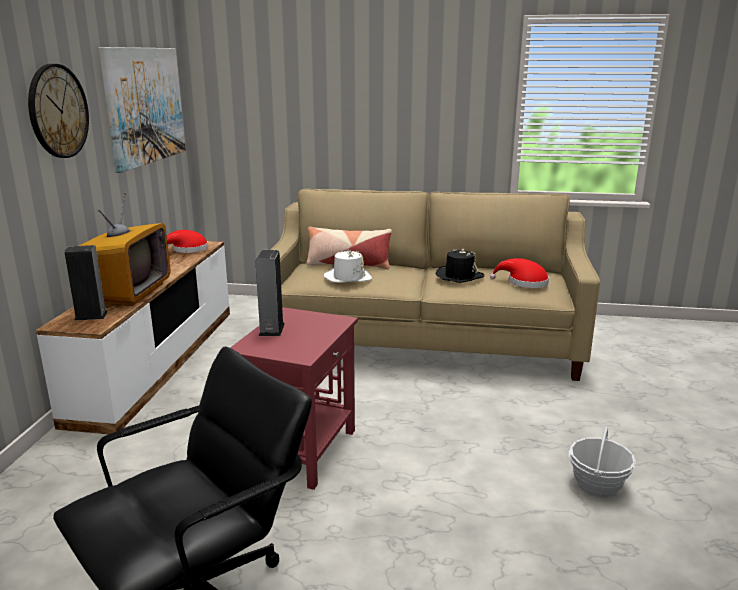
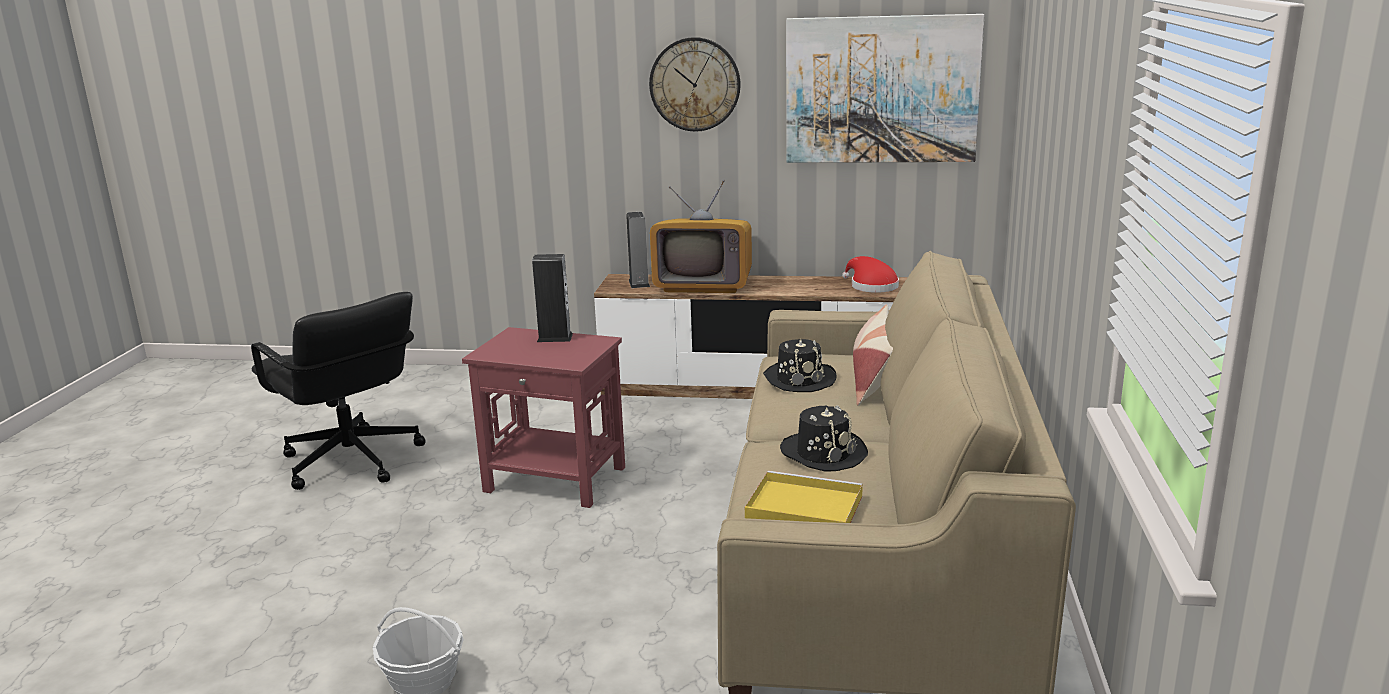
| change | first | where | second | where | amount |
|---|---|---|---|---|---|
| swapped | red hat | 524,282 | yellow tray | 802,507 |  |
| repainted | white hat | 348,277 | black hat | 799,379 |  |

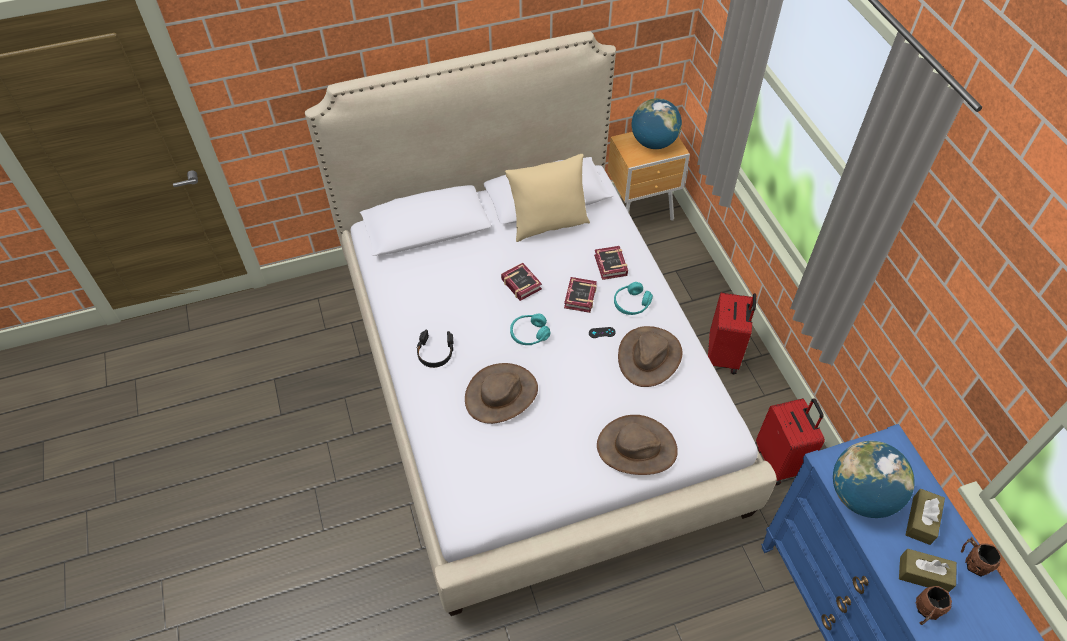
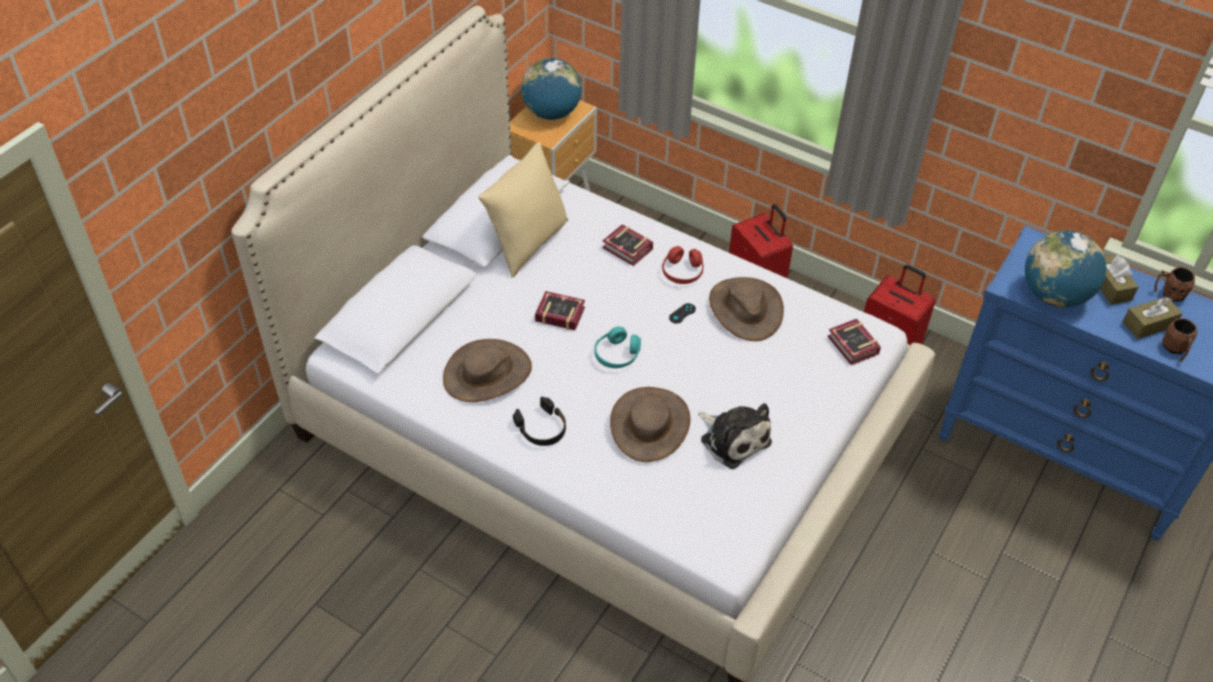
| change | first | where | second | where | amount |
|---|---|---|---|---|---|
| shifted | brown hat | 636,448 |  | 487,374 |  |
| repainted | turquoise headphones | 631,303 | red headphones | 682,272 |  |
| new |  |  | plush toy | 733,438 |  |
| shifted | book | 579,298 |  | 853,347 |  |

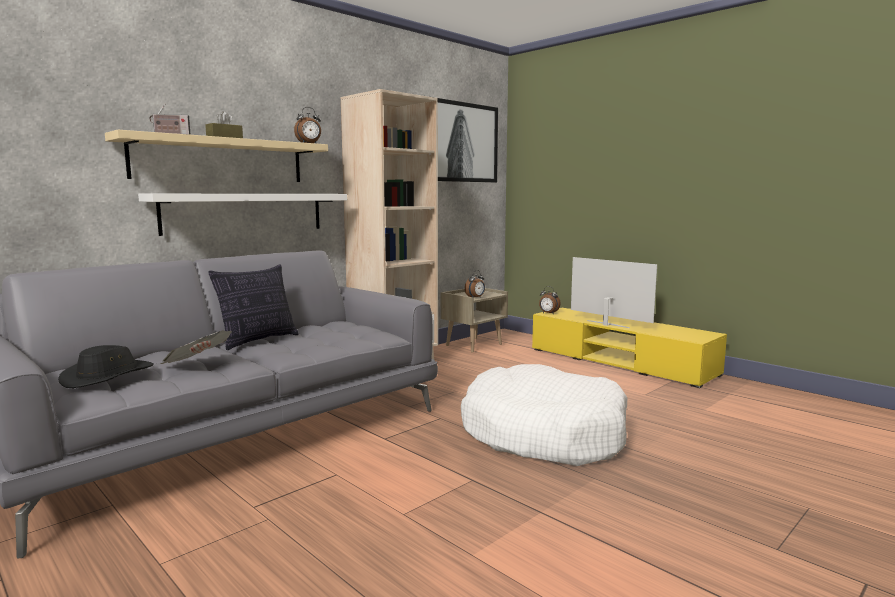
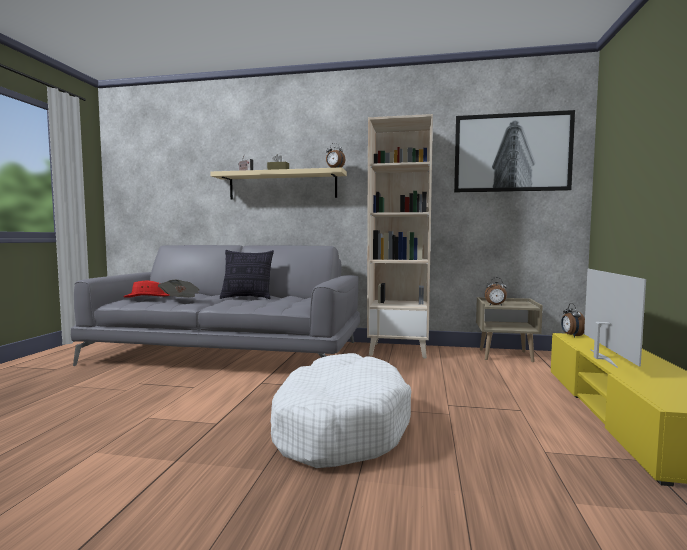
| change | first | where | second | where | amount |
|---|---|---|---|---|---|
| repainted | black hat | 108,376 | red hat | 148,296 |  |
| gone | white shelf | 245,212 |  |  |  |

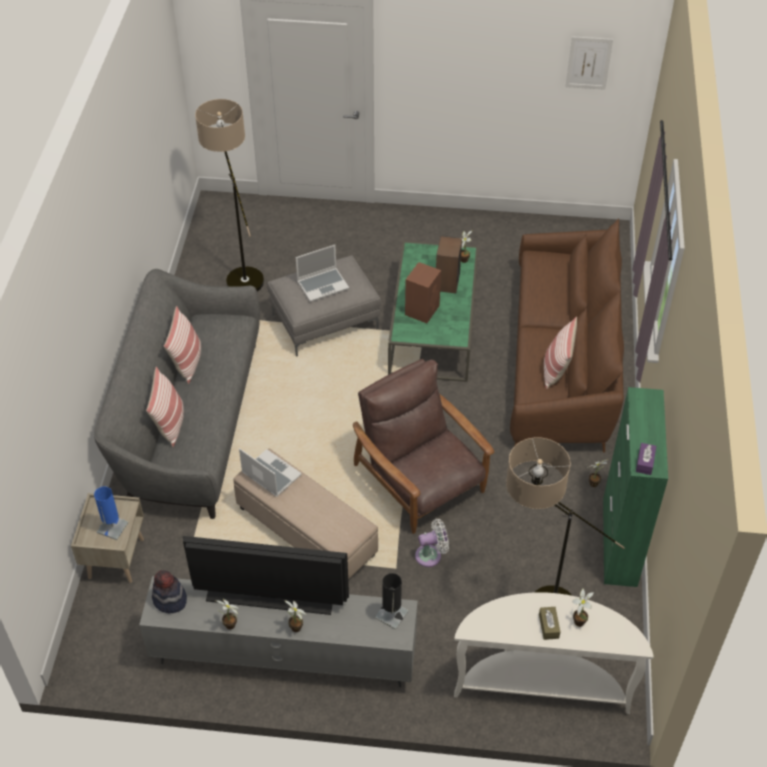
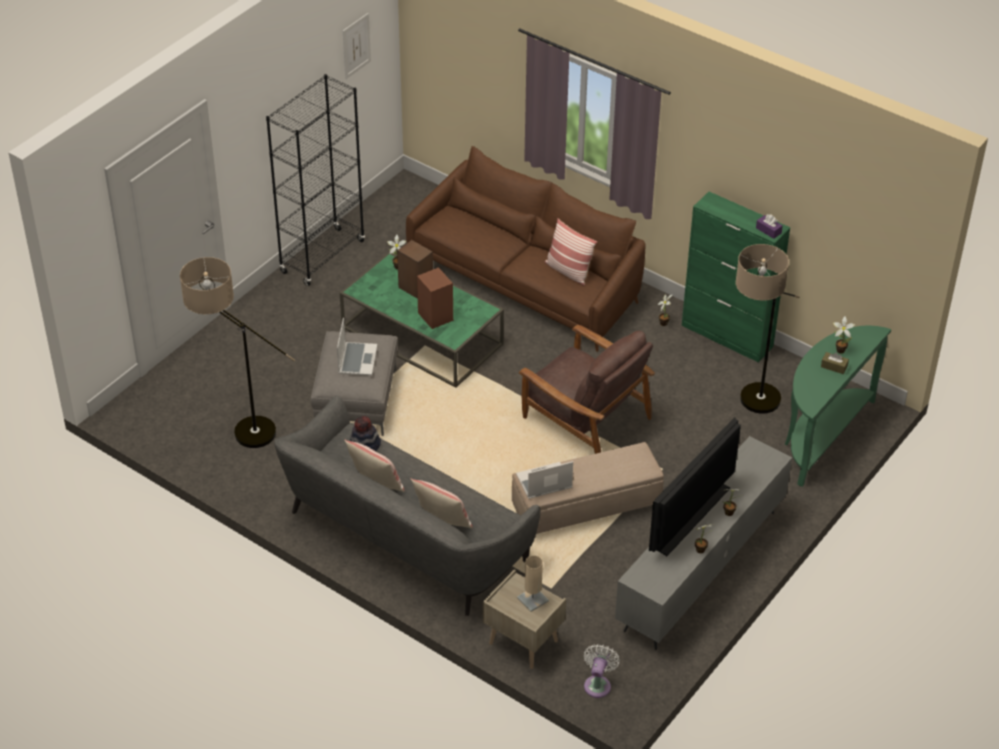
| change | first | where | second | where | amount |
|---|---|---|---|---|---|
| new |  |  | black bookcase | 322,257 |  |
| shifted | hat | 170,600 |  | 365,446 |  |
| repainted | blue table lamp | 112,527 | beige table lamp | 532,599 |  |
| rotated | brown armchair | 420,480 |  | 585,417 | 135 degrees counterclockwise |
| shifted | white fan | 431,555 |  | 598,684 |  |
| repainted | white console table | 542,683 | green console table | 821,435 |  |
| gone | black table lamp | 391,614 |  |  |  |

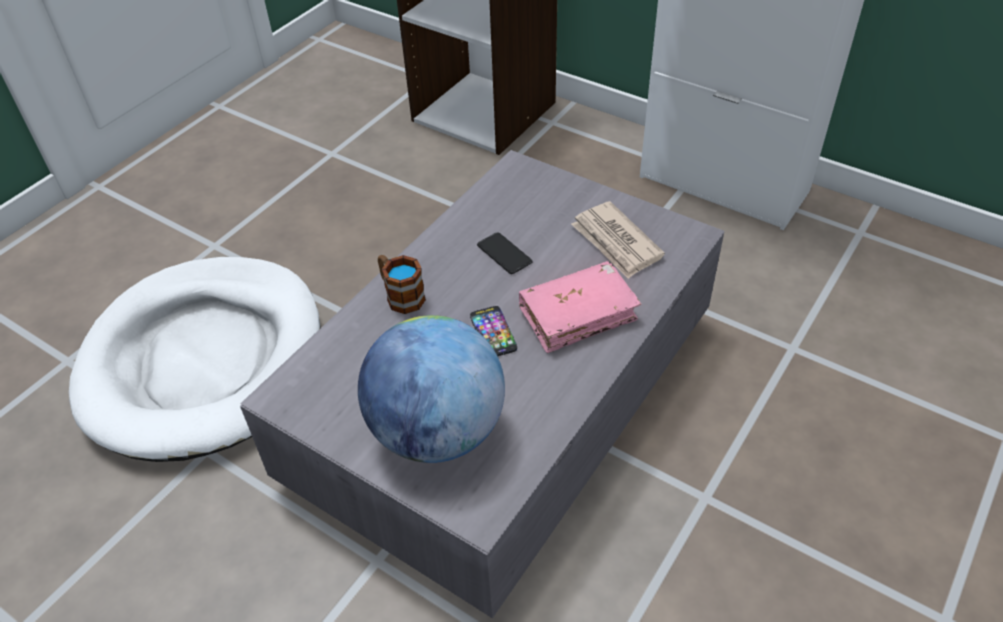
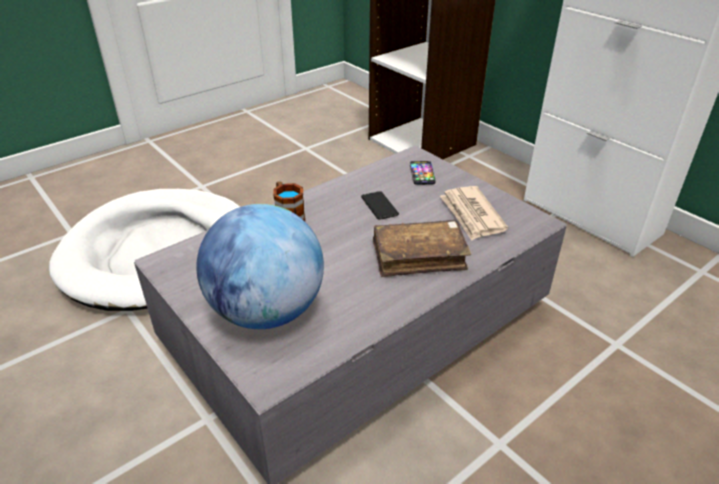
| change | first | where | second | where | amount |
|---|---|---|---|---|---|
| repainted | pink book | 577,315 | brown book | 419,256 |  |
| shifted | phone | 493,332 |  | 422,173 |  |

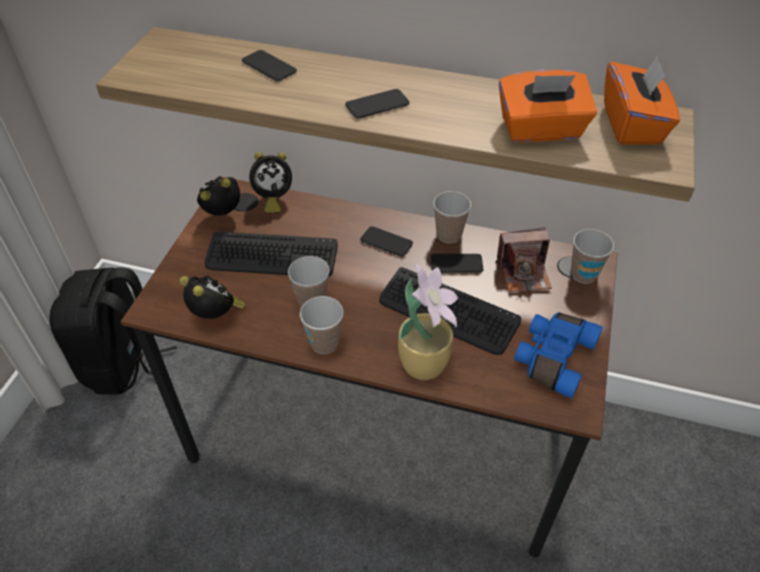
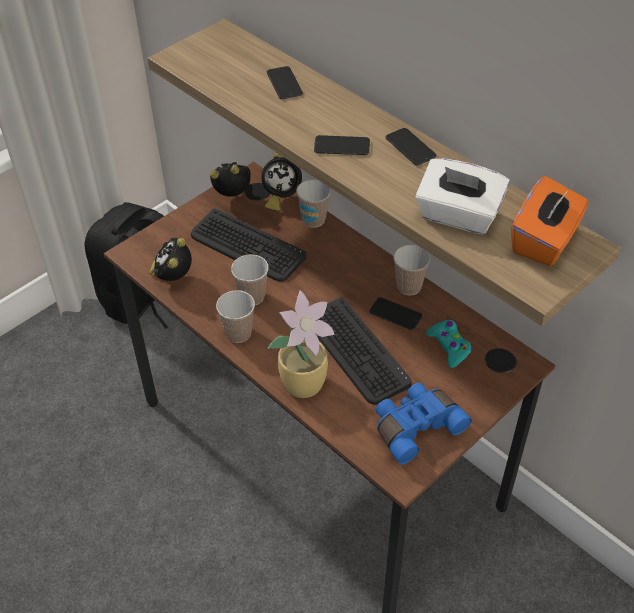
| change | first | where | second | where | amount |
|---|---|---|---|---|---|
| rotated | alarm clock | 216,316 |  | 173,277 | 150 degrees counterclockwise |
| shifted | cup | 583,274 |  | 313,220 |  |
| shifted | phone | 386,242 |  | 410,147 |  |
| repainted | orange tissue box | 541,130 | white tissue box | 458,216 |  |
| swapped | photo camera | 523,273 | turquoise game controller | 449,346 |  |

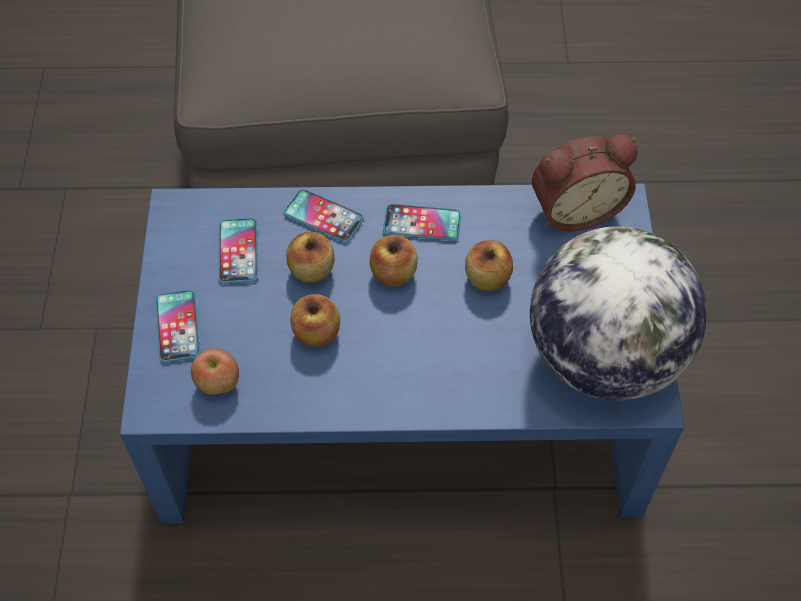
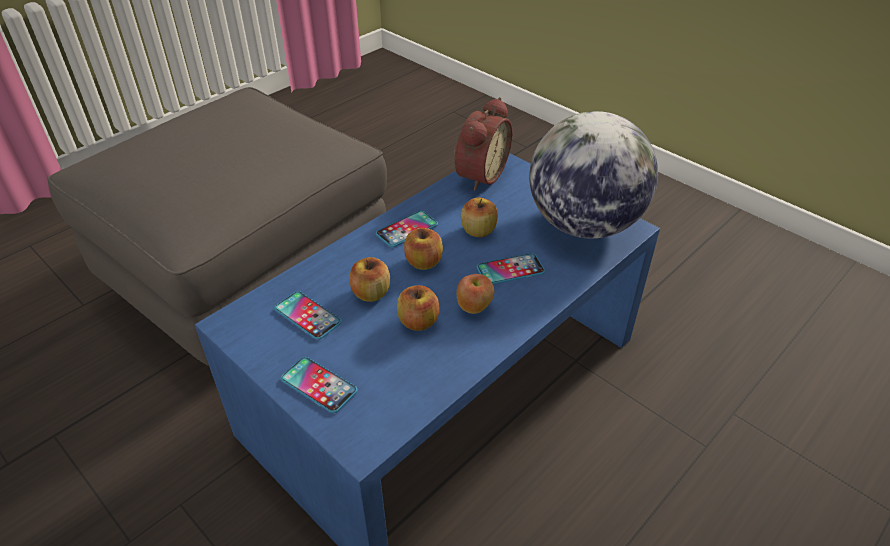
| change | first | where | second | where | amount |
|---|---|---|---|---|---|
| shifted | apple | 218,384 |  | 474,307 |  |
| shifted | phone | 323,216 |  | 510,270 |  |

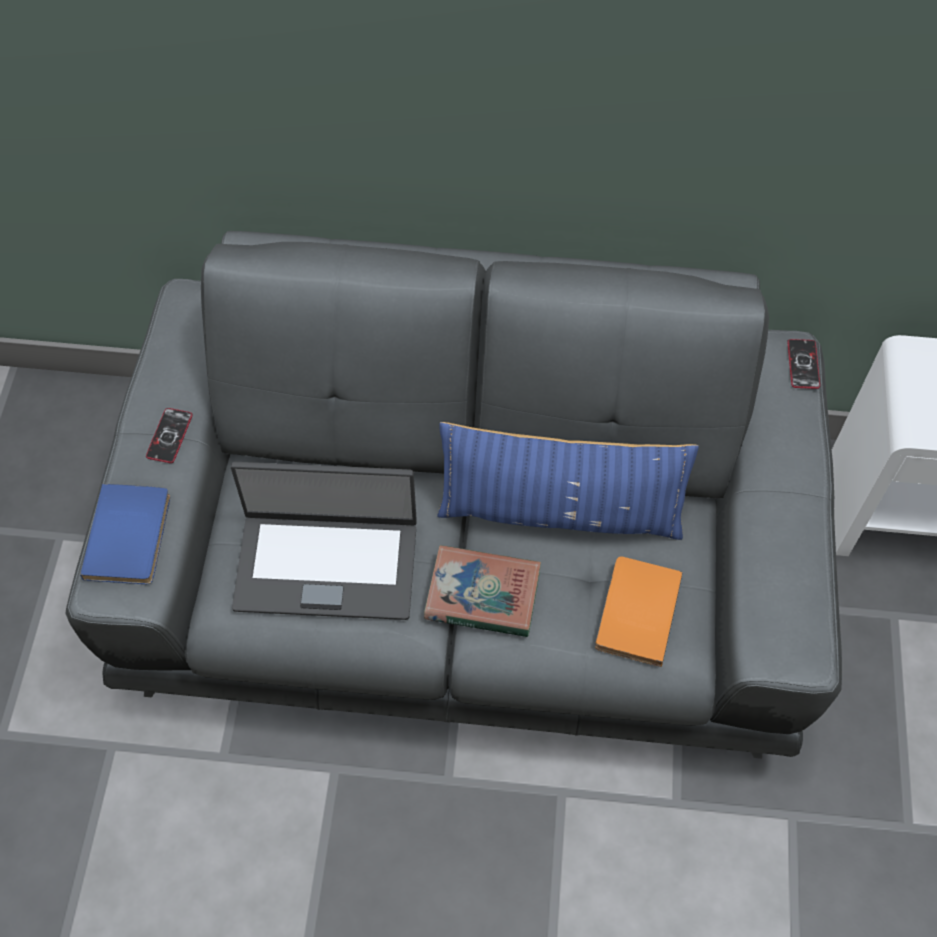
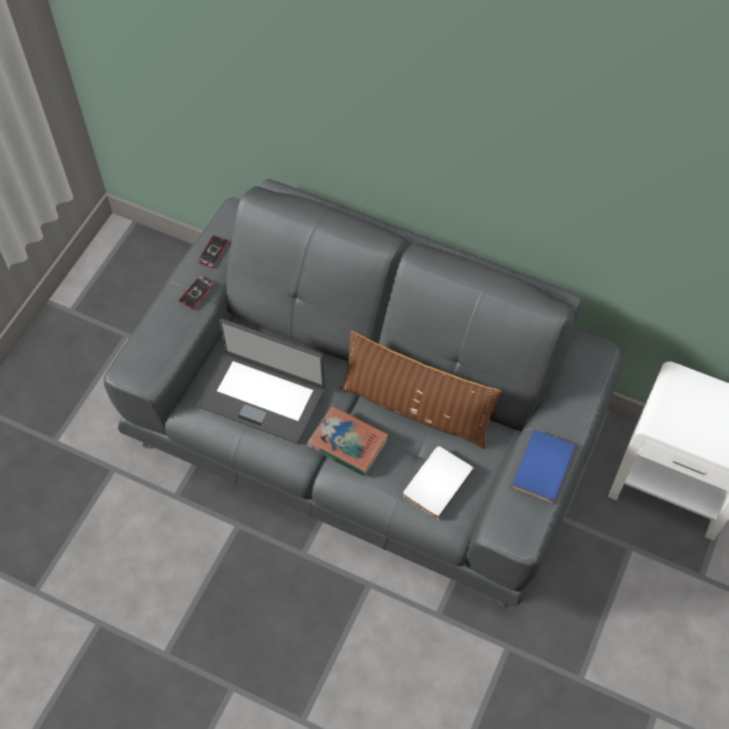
| change | first | where | second | where | amount |
|---|---|---|---|---|---|
| shifted | phone | 803,364 |  | 212,252 |  |
| repainted | blue pillow | 560,511 | brown pillow | 415,408 |  |
| repainted | orange book | 634,611 | white book | 435,482 |  |
| shifted | blue book | 131,536 |  | 544,468 |  |

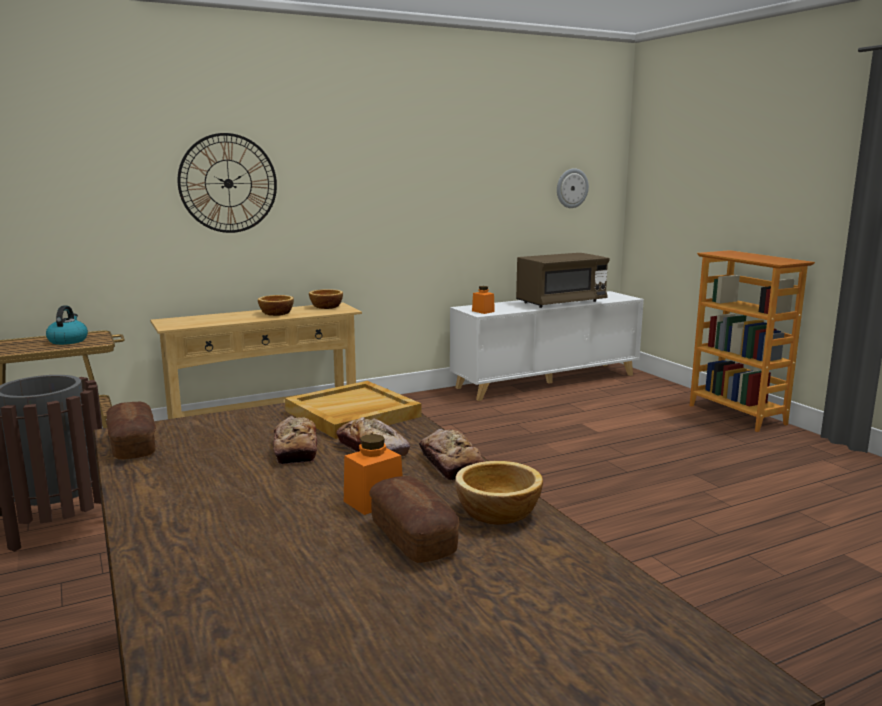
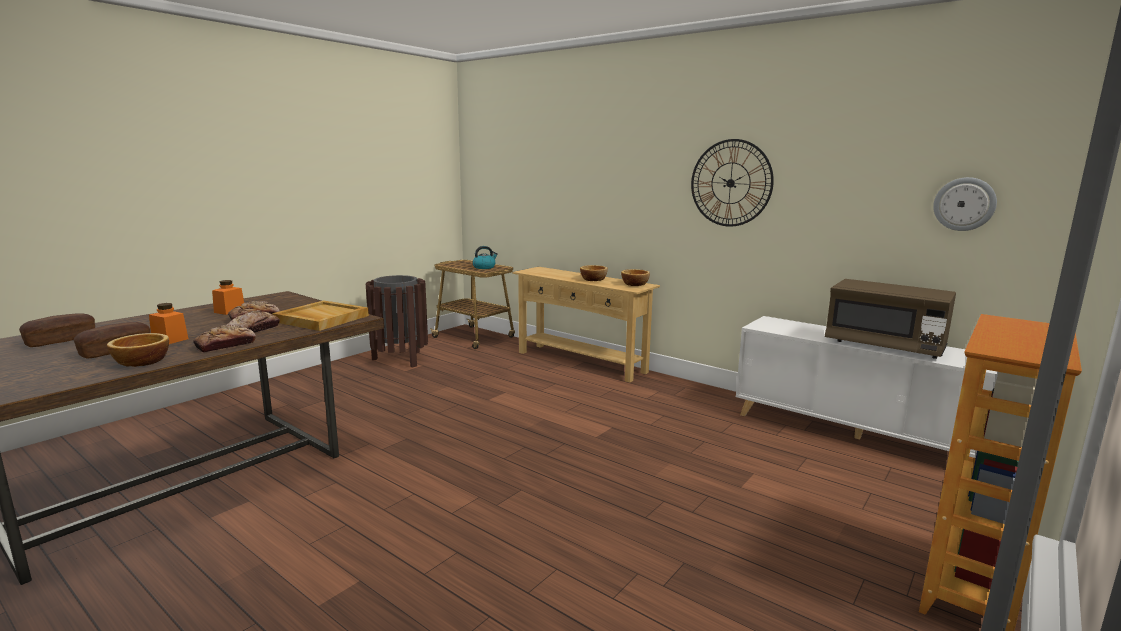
| change | first | where | second | where | amount |
|---|---|---|---|---|---|
| shifted | bread | 133,445 |  | 61,341 |  |
| shifted | orange jar | 483,311 |  | 229,311 |  |
| shifted | wall clock | 228,183 |  | 730,183 |  |

